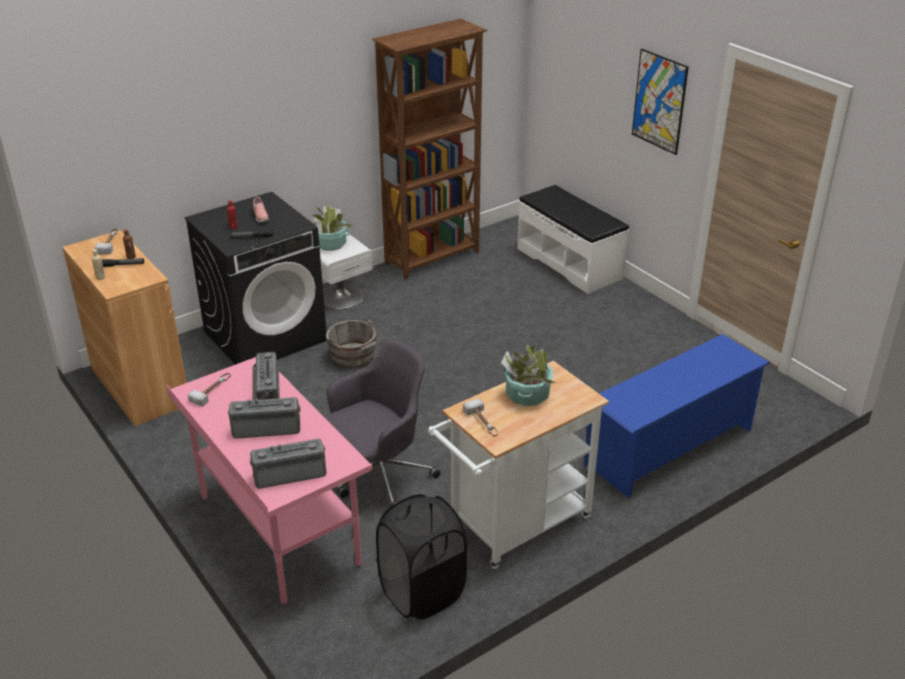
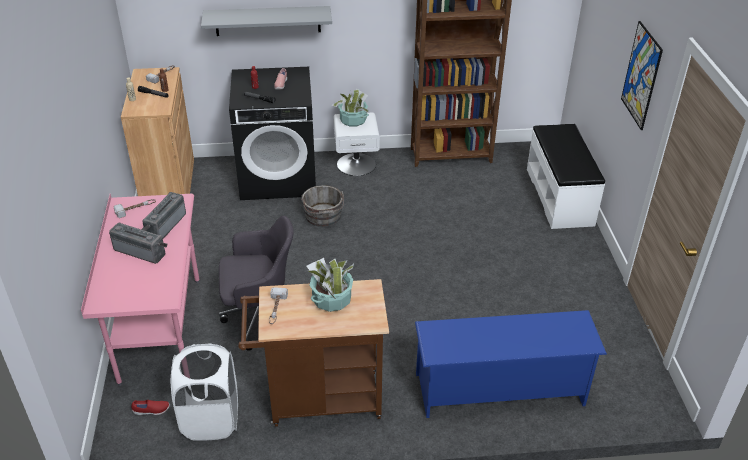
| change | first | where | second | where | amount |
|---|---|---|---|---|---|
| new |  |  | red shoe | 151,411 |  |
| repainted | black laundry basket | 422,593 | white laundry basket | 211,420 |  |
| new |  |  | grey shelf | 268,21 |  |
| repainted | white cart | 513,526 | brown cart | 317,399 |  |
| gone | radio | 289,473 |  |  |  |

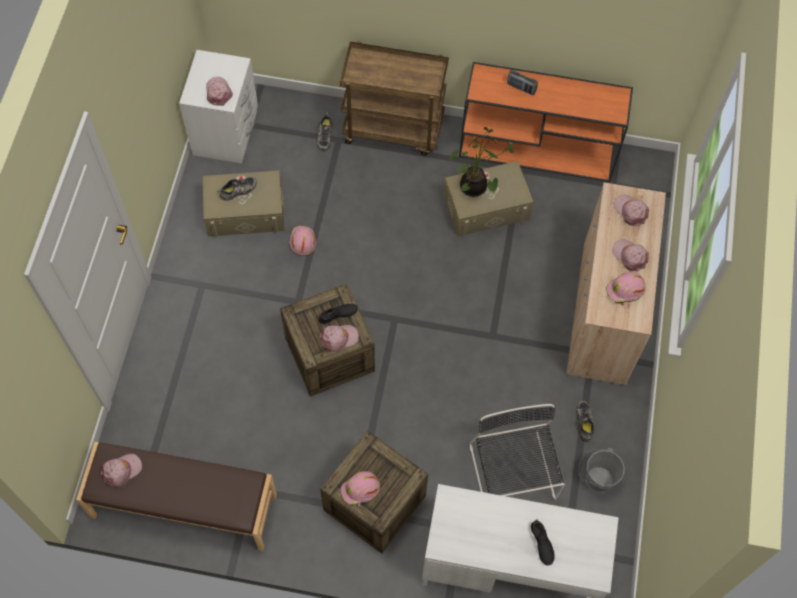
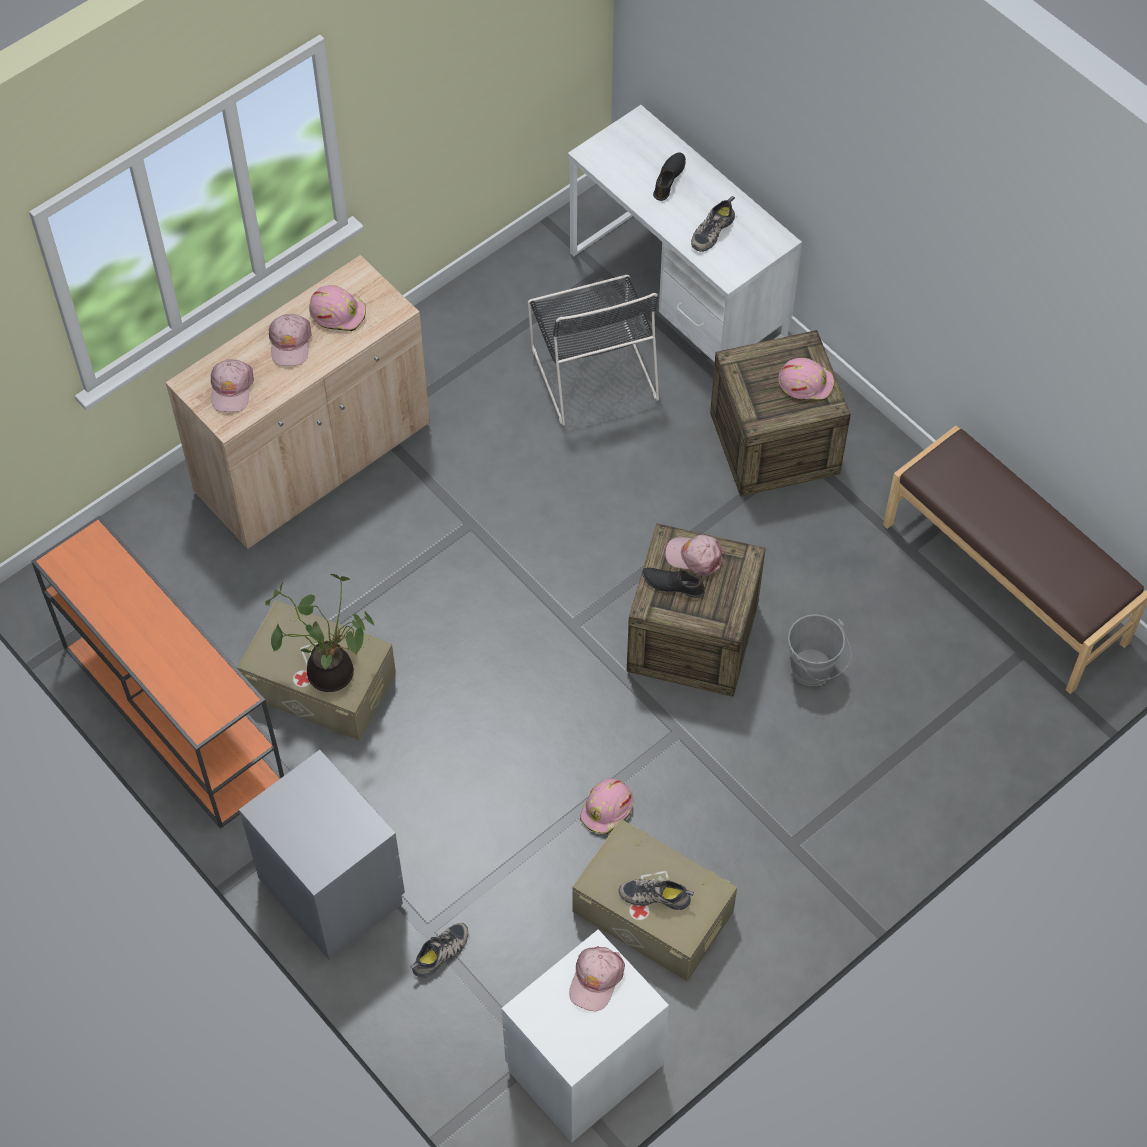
| change | first | where | second | where | amount |
|---|---|---|---|---|---|
| swapped | brown cart | 394,129 | grey nightstand | 333,889 |  |
| rotated | black chair | 512,475 |  | 593,369 | 45 degrees counterclockwise |
| shifted | shoe | 585,422 |  | 711,230 |  |
| shifted | grey bucket | 595,479 |  | 814,672 |  |
| gone | pink cap | 122,470 |  |  |  |
| gone | radio | 521,88 |  |  |  |

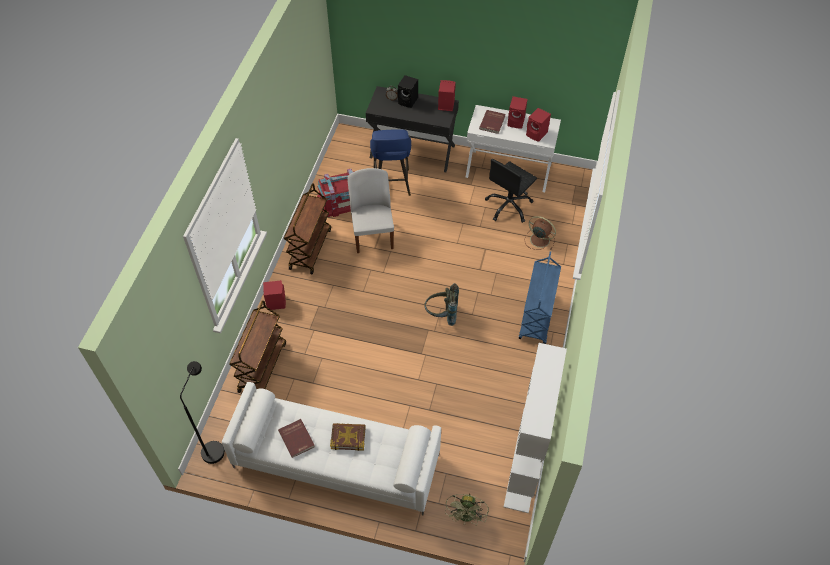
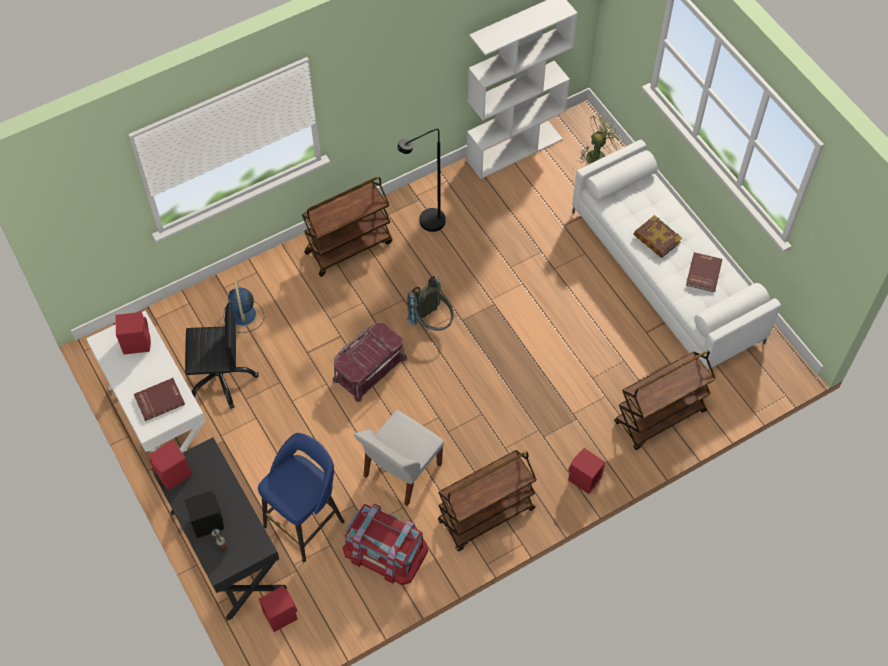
| change | first | where | second | where | amount |
|---|---|---|---|---|---|
| repainted | brown fan | 539,239 | blue fan | 243,316 |  |
| shifted | red speaker | 516,122 |  | 280,614 |  |
| repainted | blue cart | 537,317 | brown cart | 349,247 |  |
| new |  |  | red storage box | 369,368 |  |
| shifted | black floor lamp | 214,446 |  | 426,225 |  |

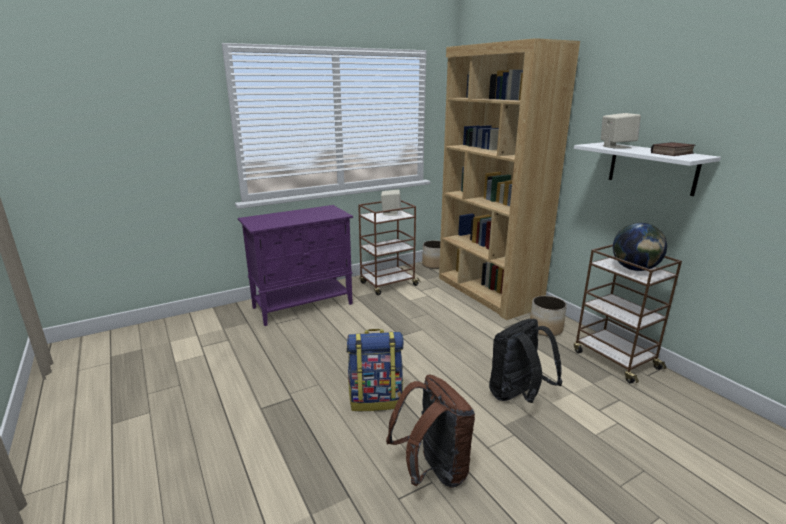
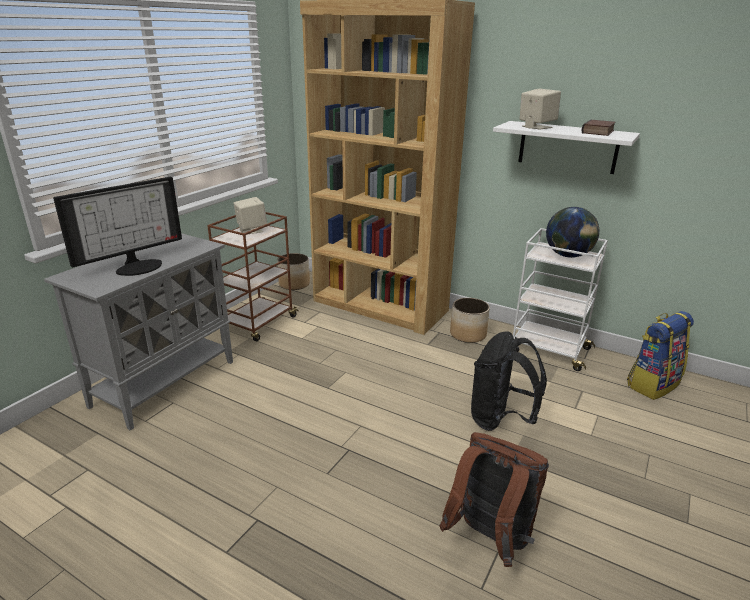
| change | first | where | second | where | amount |
|---|---|---|---|---|---|
| repainted | purple cabinet | 303,305 | grey cabinet | 165,382 |  |
| new |  |  | monitor | 138,266 |  |
| repainted | brown cart | 614,359 | white cart | 548,350 |  |
| shifted | backpack | 376,399 |  | 652,384 |  |

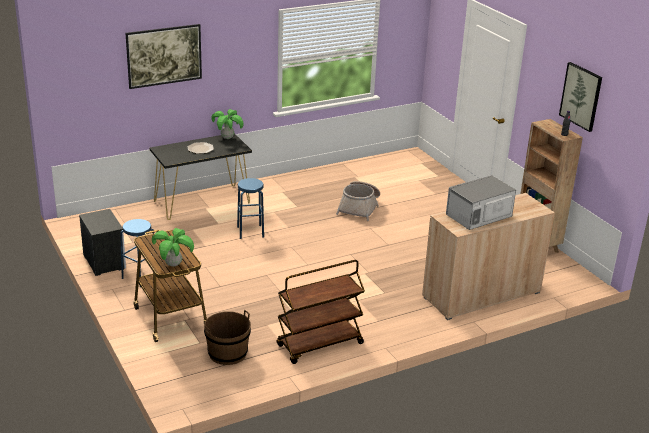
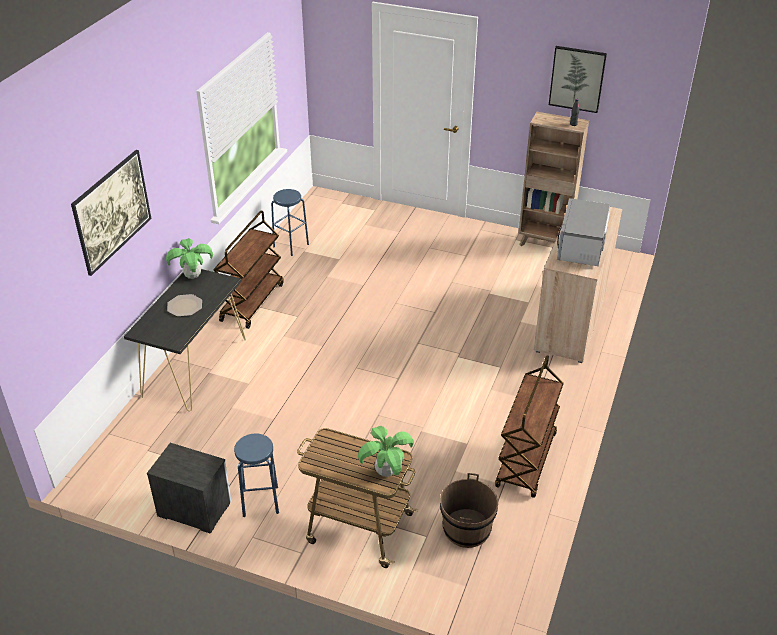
| change | first | where | second | where | amount |
|---|---|---|---|---|---|
| new |  |  | brown cart | 252,302 |  |
| shifted | blue stool | 250,232 |  | 291,245 |  |
| gone | basket | 359,208 |  |  |  |

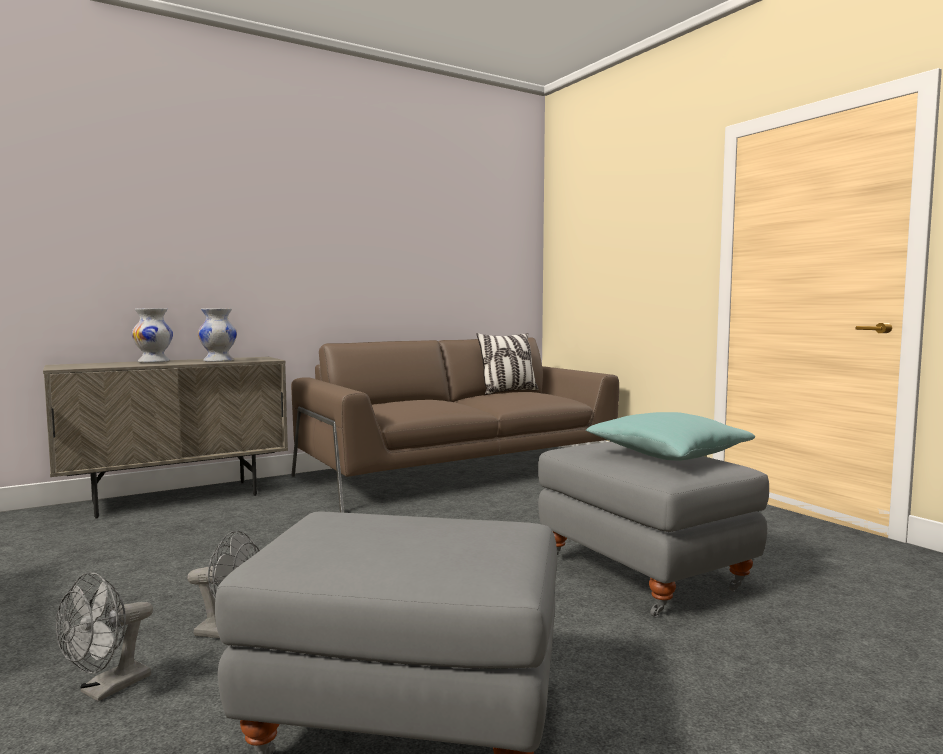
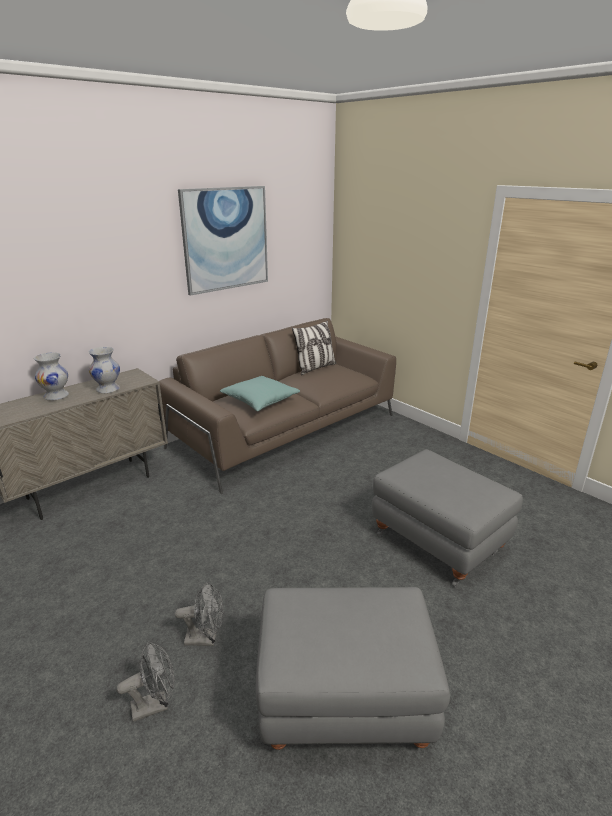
| change | first | where | second | where | amount |
|---|---|---|---|---|---|
| rotated | grey fan | 107,689 |  | 155,704 | 135 degrees counterclockwise |
| new |  |  | picture | 225,239 |  |
| shifted | turquoise pillow | 668,456 |  | 260,401 |  |

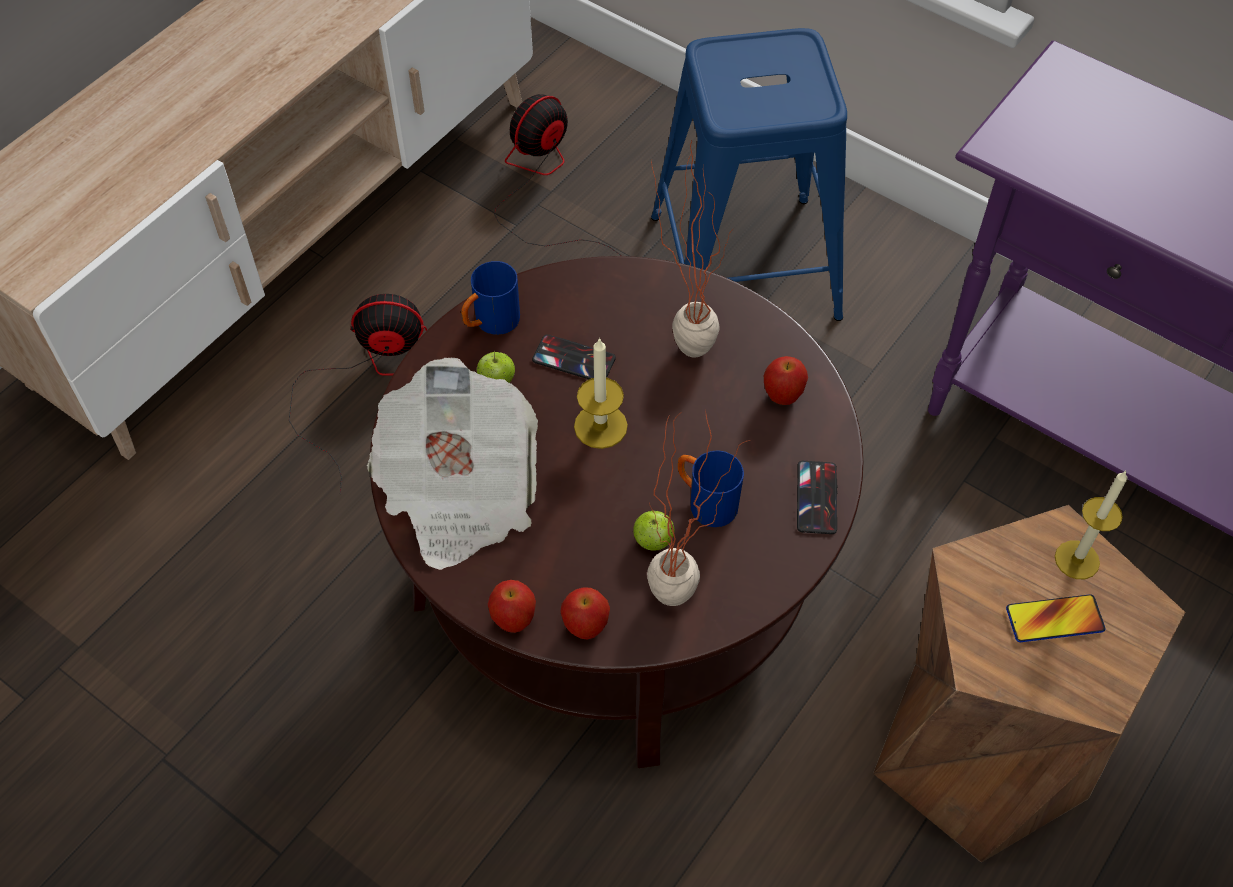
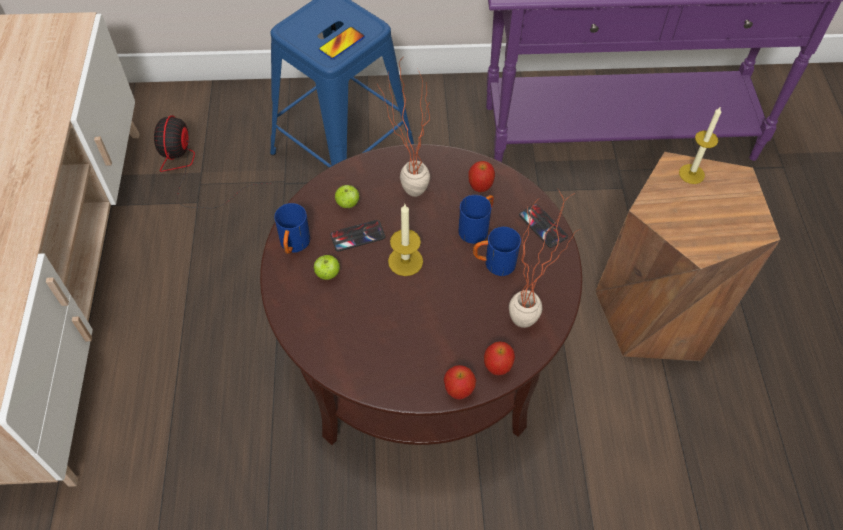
| change | first | where | second | where | amount |
|---|---|---|---|---|---|
| shifted | phone | 1054,619 |  | 341,44 |  |
| shifted | apple | 653,541 |  | 347,204 |  |
| new |  |  | blue mug | 477,228 |  |
| gone | fan | 367,377 |  |  |  |
| gone | newspaper | 459,491 |  |  |  |

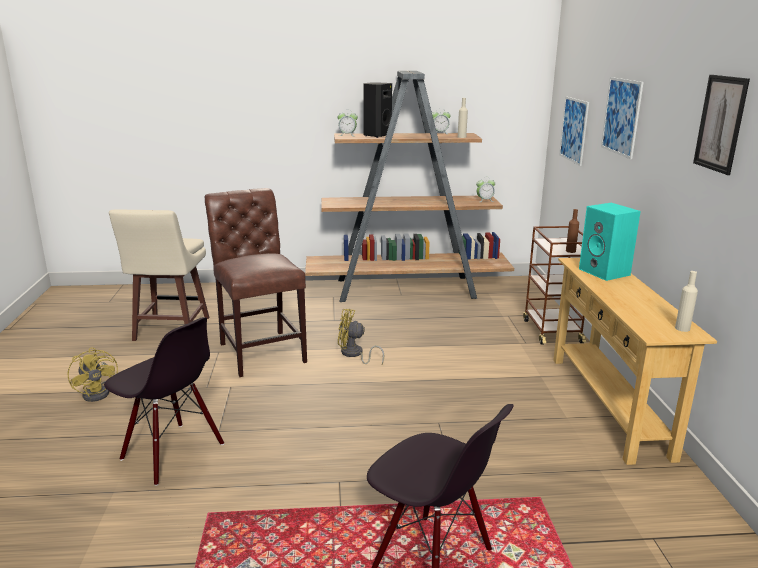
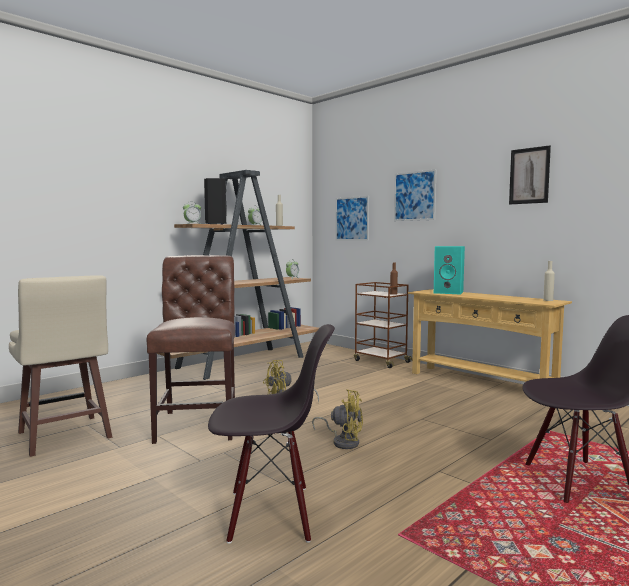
| change | first | where | second | where | amount |
|---|---|---|---|---|---|
| rotated | brown chair | 261,350 |  | 199,422 | 60 degrees clockwise |
| shifted | yellow fan | 100,392 |  | 343,442 |  |

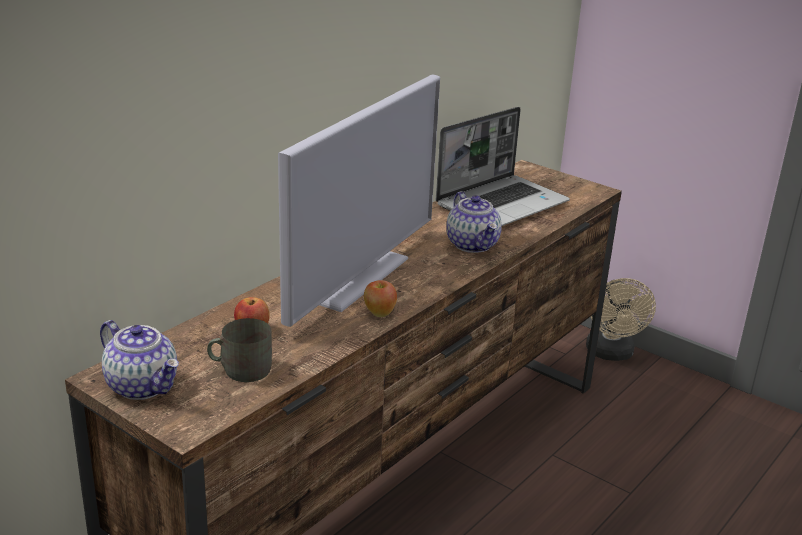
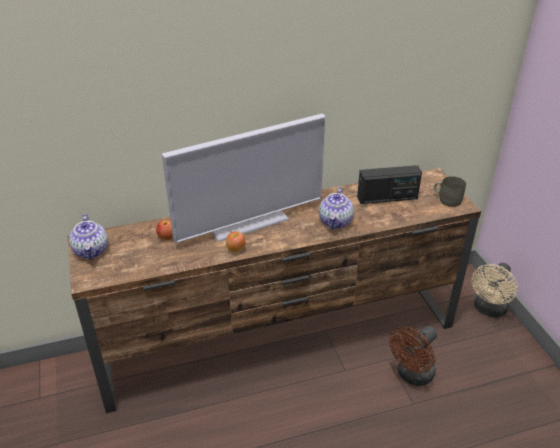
| change | first | where | second | where | amount |
|---|---|---|---|---|---|
| swapped | laptop | 502,204 | radio | 387,198 |  |
| new |  |  | brown fan | 412,375 |  |
| shifted | grey mug | 240,369 |  | 447,199 |  |

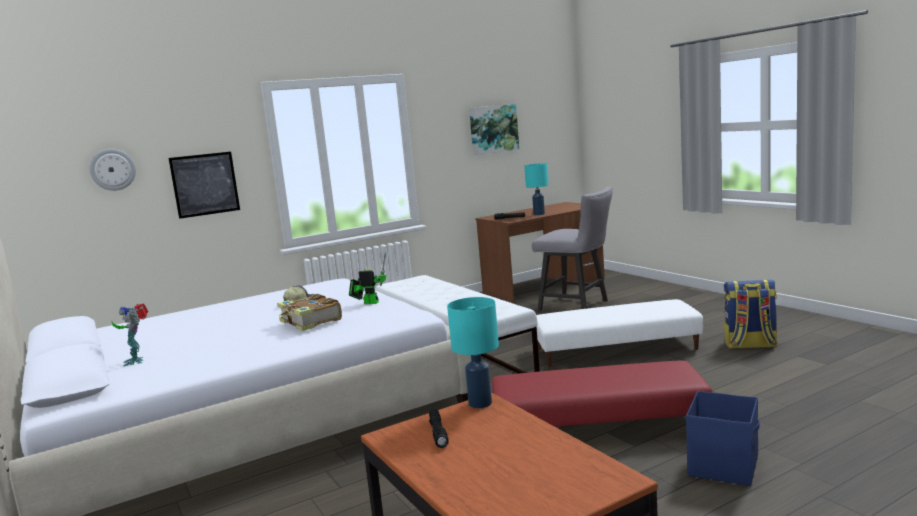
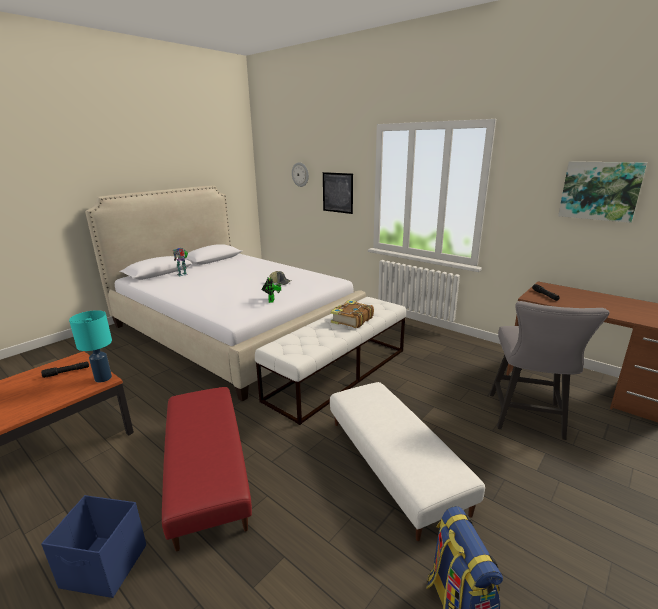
| change | first | where | second | where | amount |
|---|---|---|---|---|---|
| shifted | book | 310,321 |  | 351,320 |  |
| gone | turquoise table lamp | 539,214 |  |  |  |

